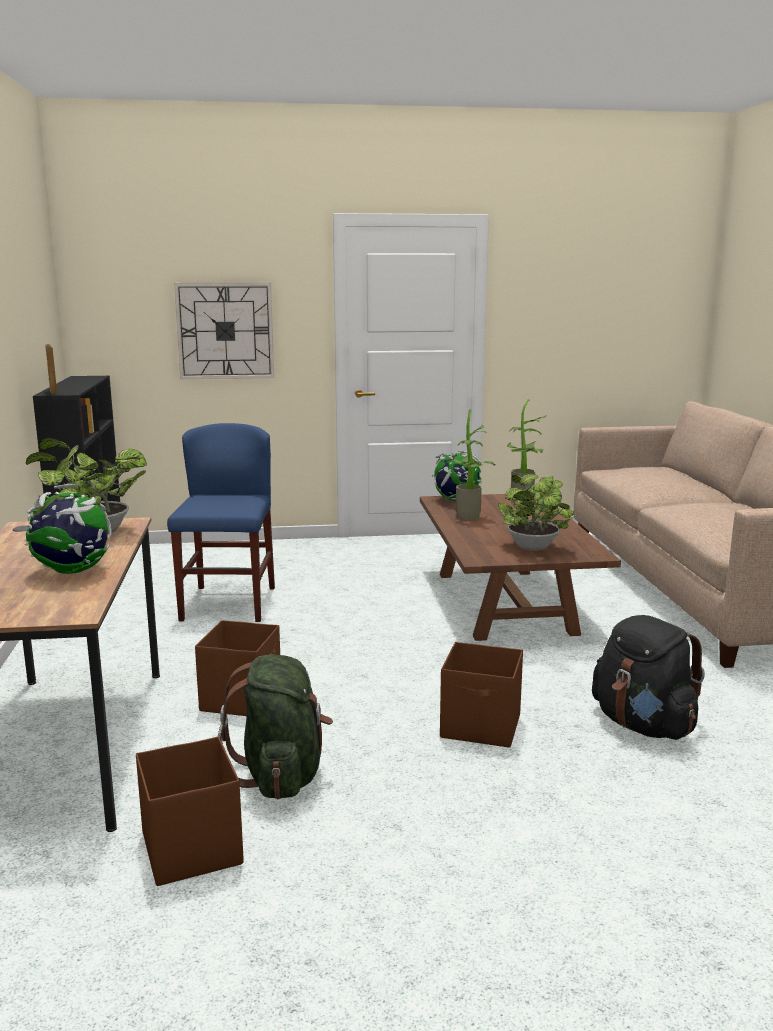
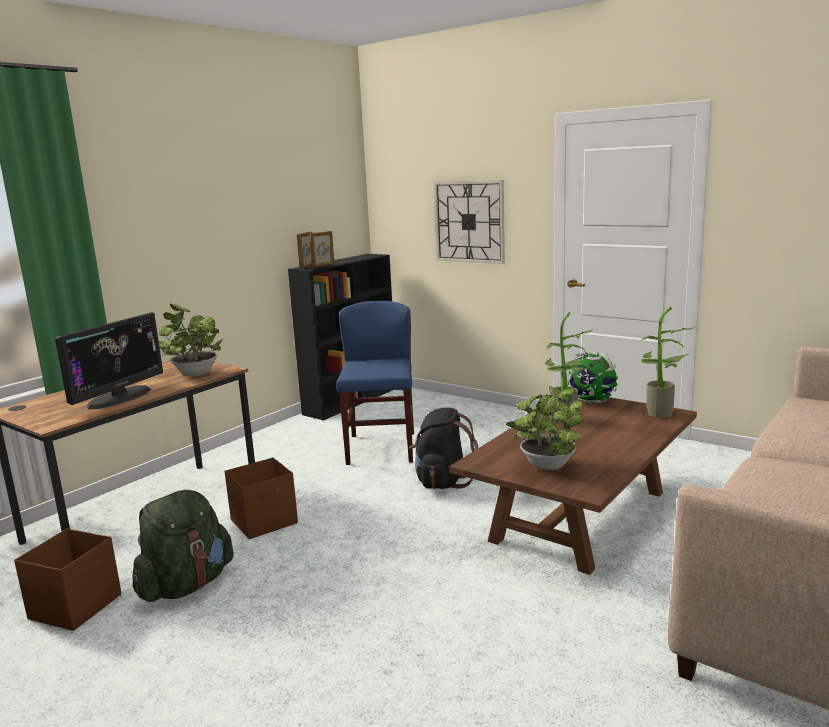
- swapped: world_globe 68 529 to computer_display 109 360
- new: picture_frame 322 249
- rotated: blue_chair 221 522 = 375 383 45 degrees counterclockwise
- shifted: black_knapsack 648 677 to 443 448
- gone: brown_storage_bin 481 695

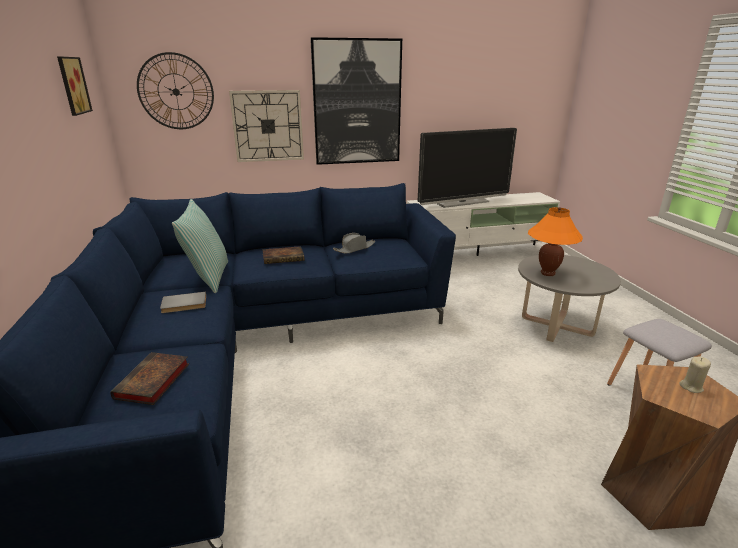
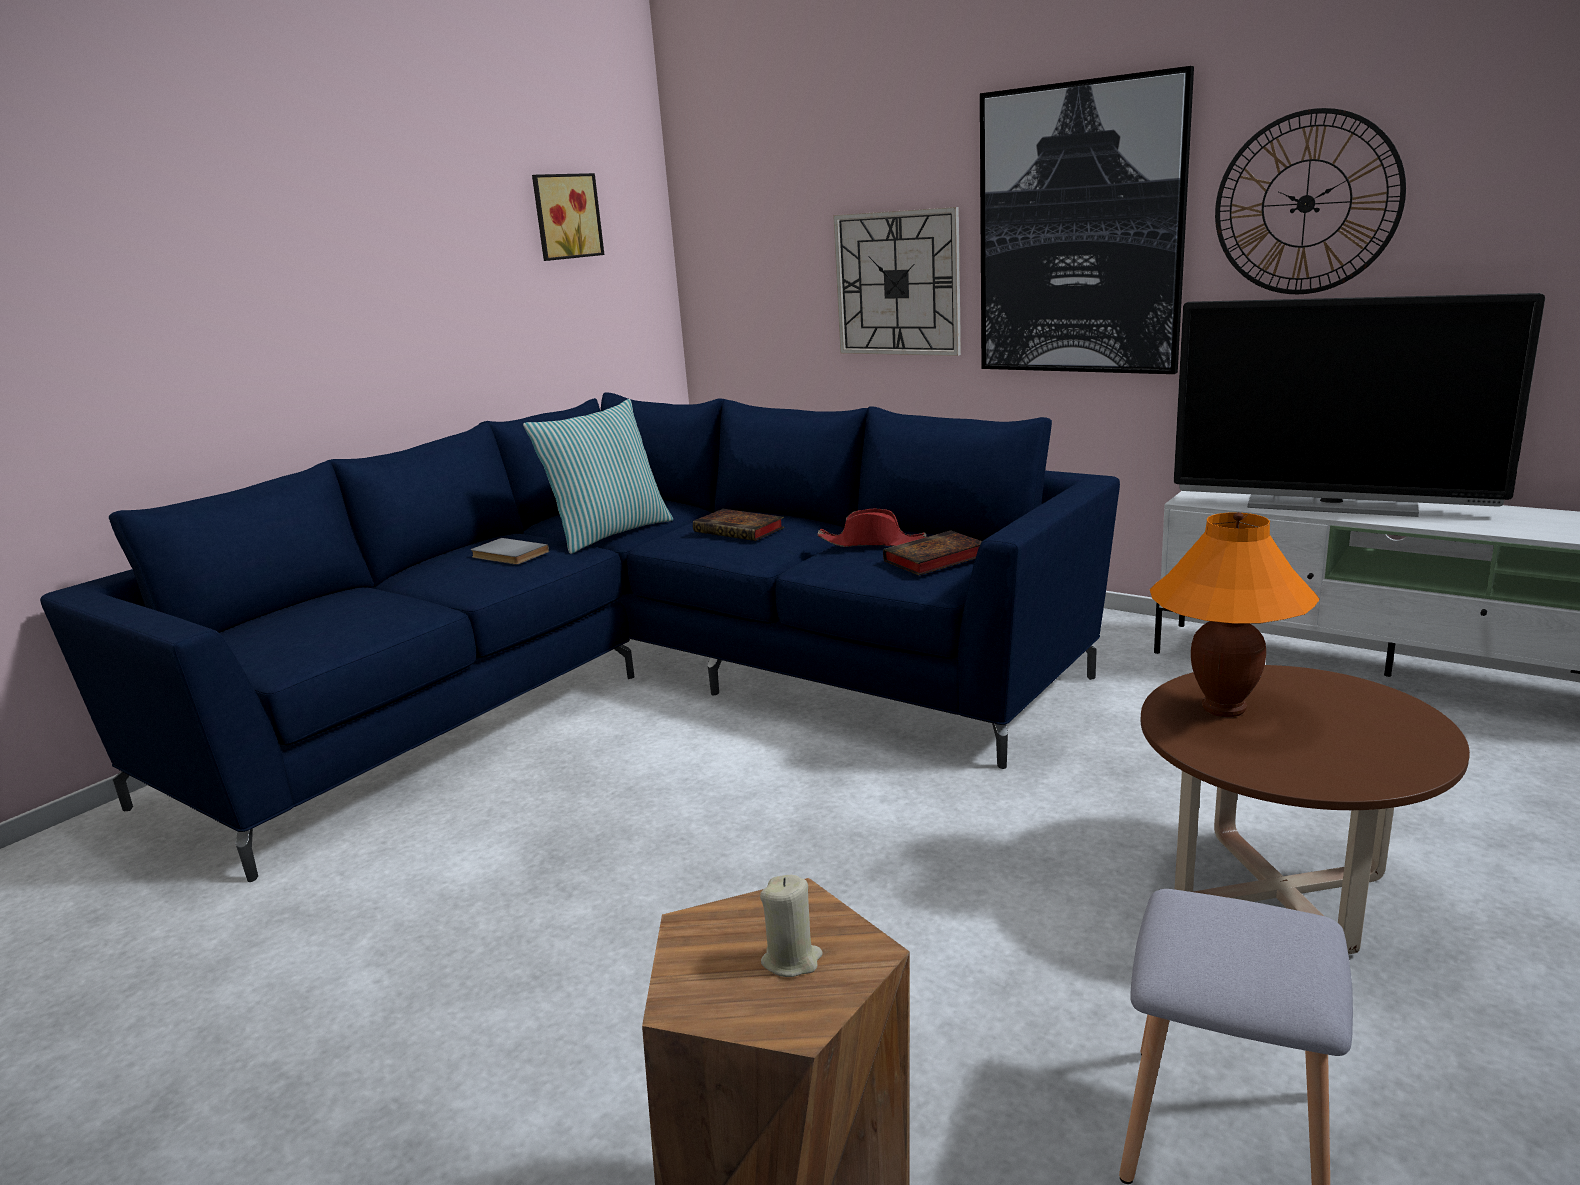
- repainted: greyish_hat 354 243 to red-coloured_hat 872 528
- shifted: book 149 378 to 932 552
- repainted: greyish_coffee_table 569 298 to brown_coffee_table 1305 810
- shifted: clock_on_the_wall 175 90 to 1310 201

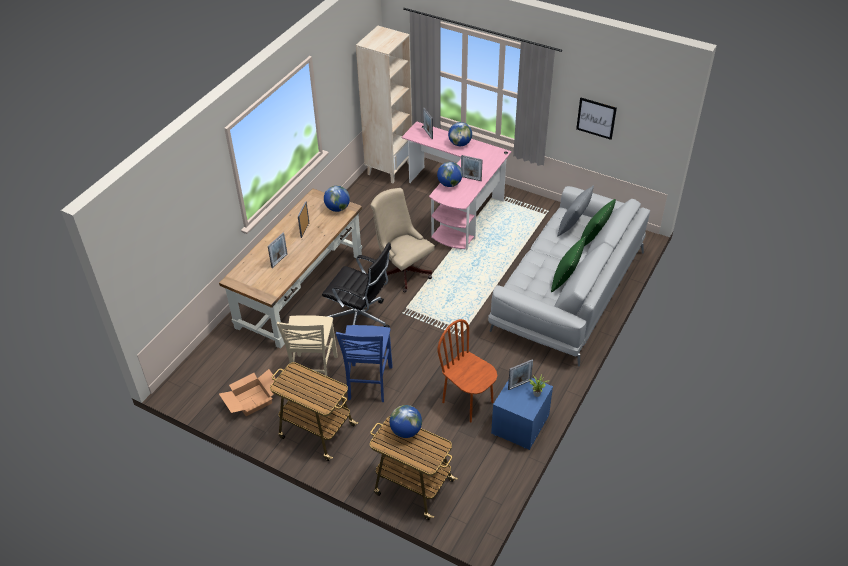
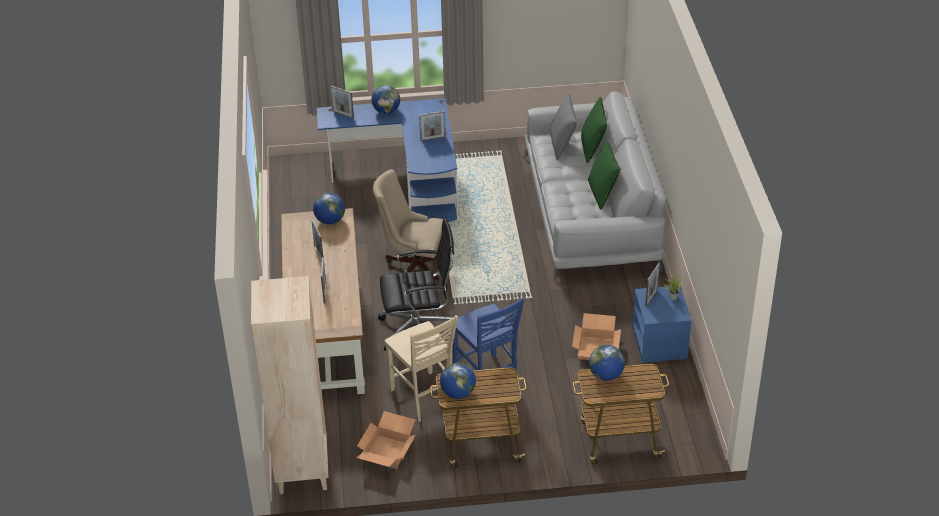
- shifted: beige-coloured_bookshelf 384 104 to 289 385
- repainted: pink_desk_table 457 185 to blue_desk_table 387 160
- shifted: world_globe 449 174 to 458 381
- swapped: brown_chair 467 371 to cardboard_box 596 336
- gone: picture 596 119

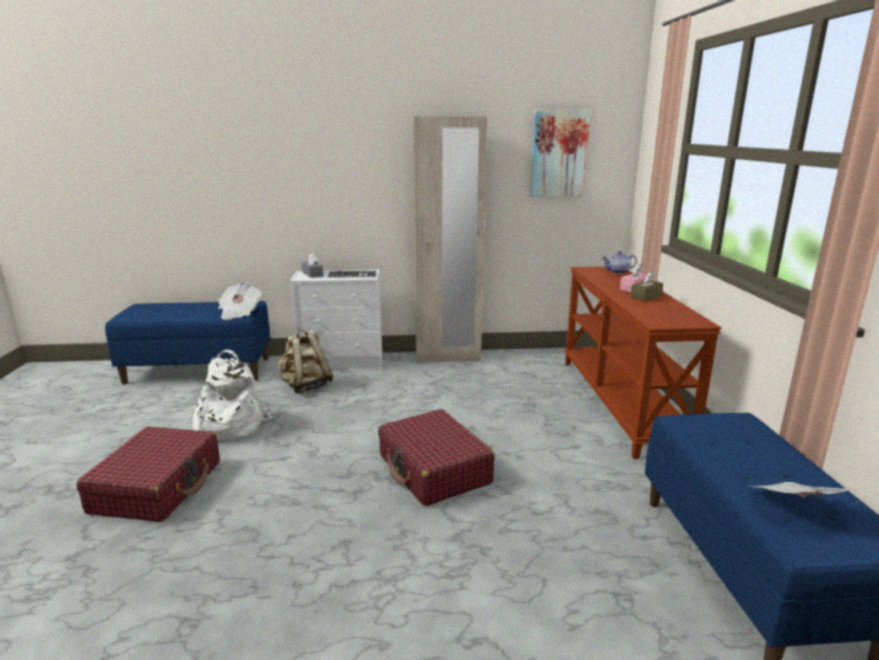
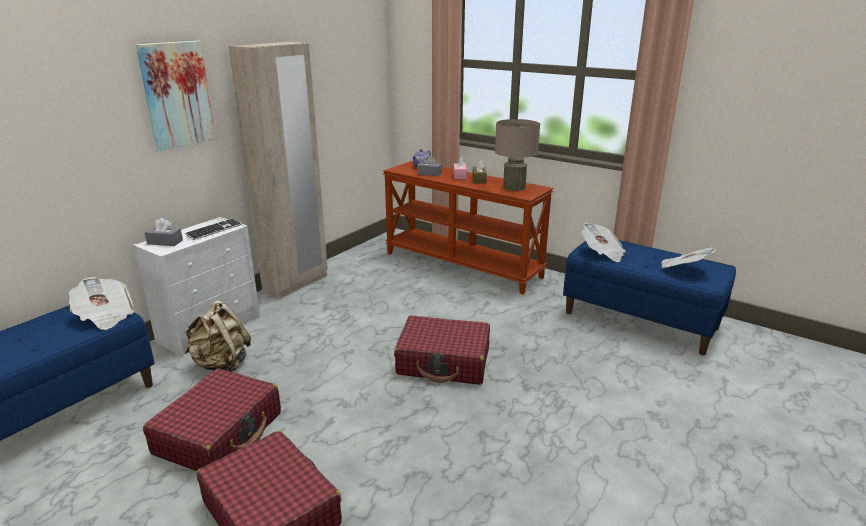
- shifted: picture 560 153 to 176 96
- swapped: whitish_knapsack 232 395 to red-coloured_piece_of_luggage 212 420
- new: greyish_box_of_tissues 429 165
- new: beige-coloured_lamp_for_a_table 517 155
- new: daily_paper 603 242

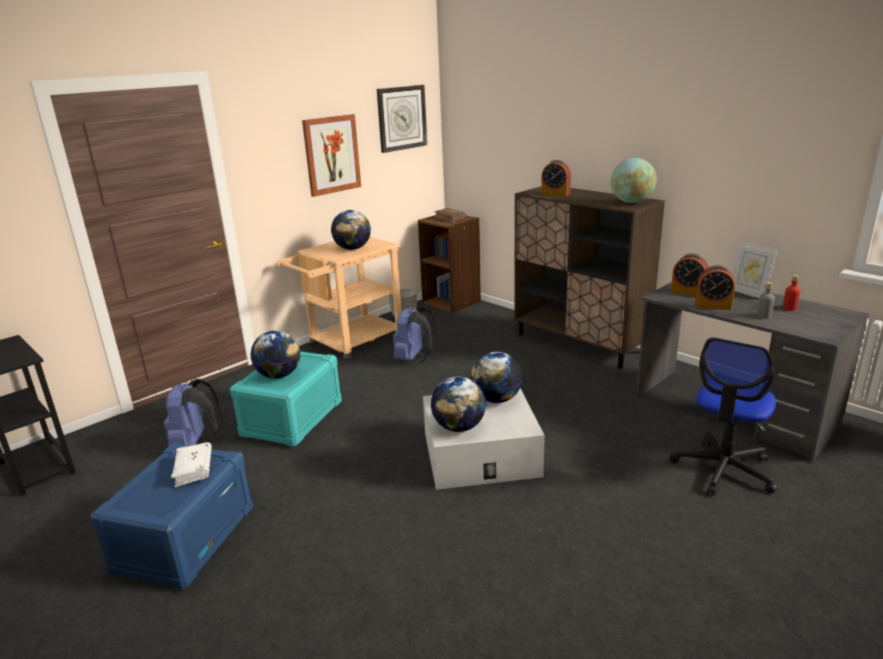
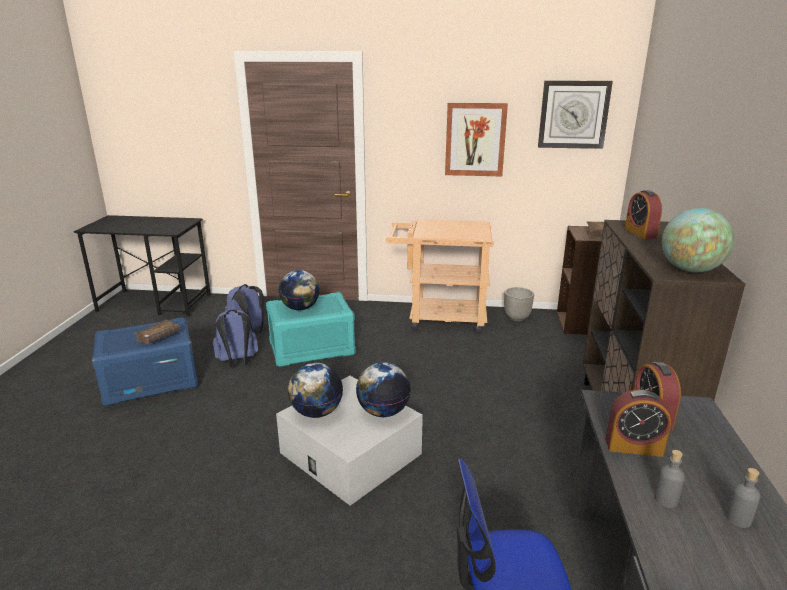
- repainted: whitish_book 191 465 to brown_book 156 332
- shifted: blue_knapsack 414 334 to 235 338
- rotated: table_clock 715 287 = 638 423 60 degrees counterclockwise
- repainted: red-coloured_beverage_bottle 791 293 to greyish_beverage_bottle 743 498
- gone: world_globe 351 230
- gone: picture_frame 754 270

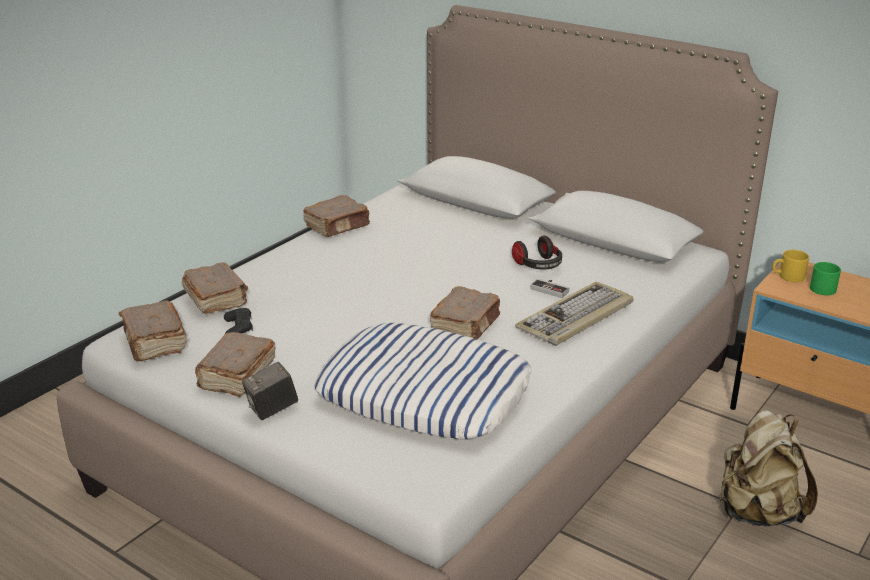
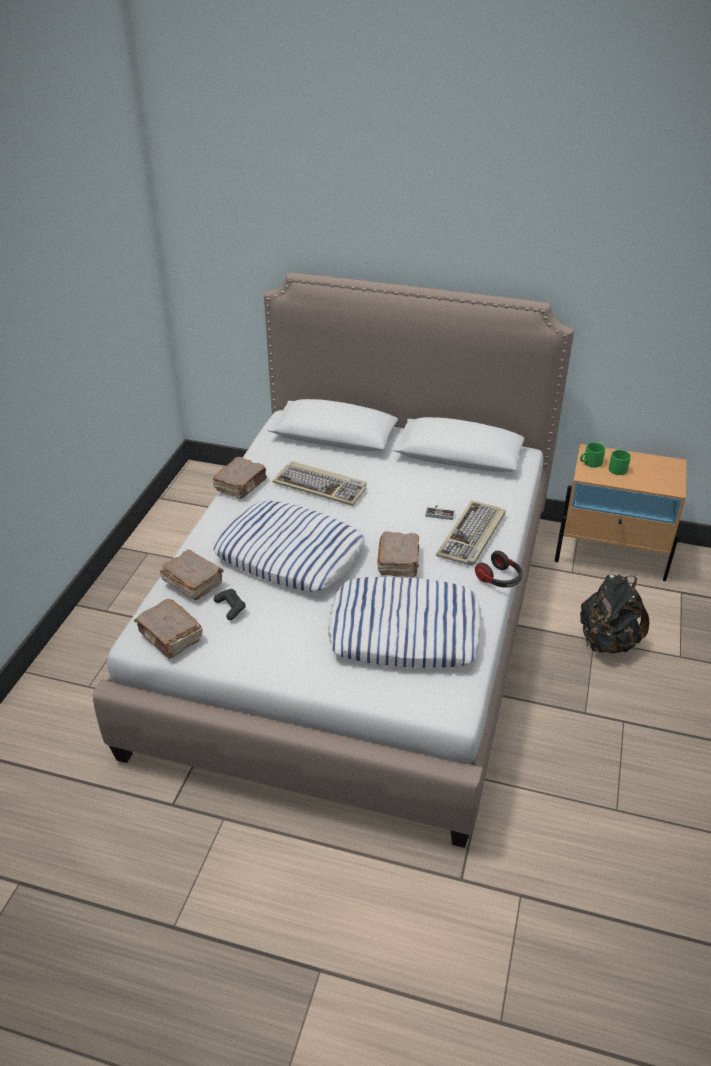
- new: pillow 289 546
- new: keyboard 320 483
- shifted: headphones 537 252 to 499 569
- repainted: yellow-coloured_mug 790 266 to green-coloured_mug 592 455
- repainted: beige-coloured_knapsack 768 468 to black_knapsack 614 613
- gone: brown_book 235 364
- gone: photo_camera 270 391

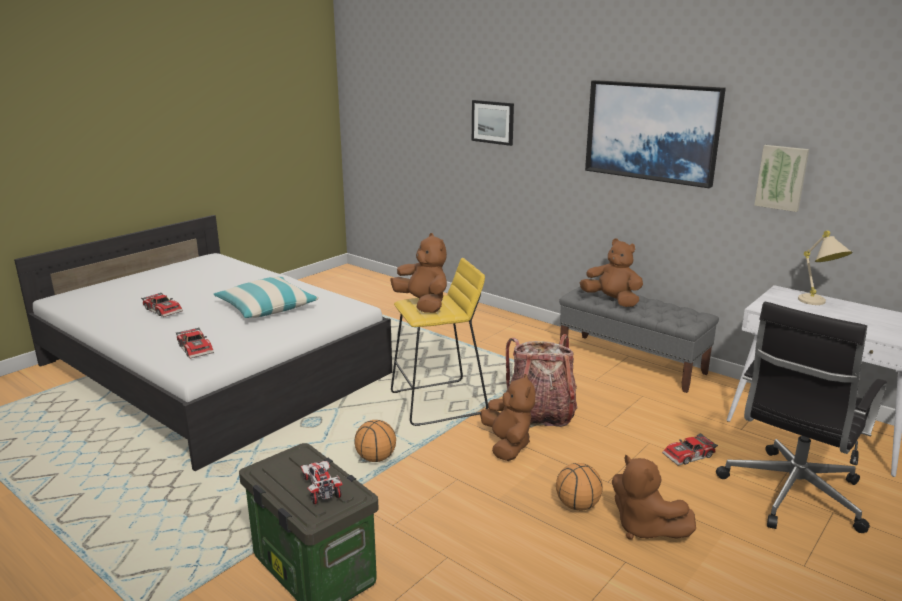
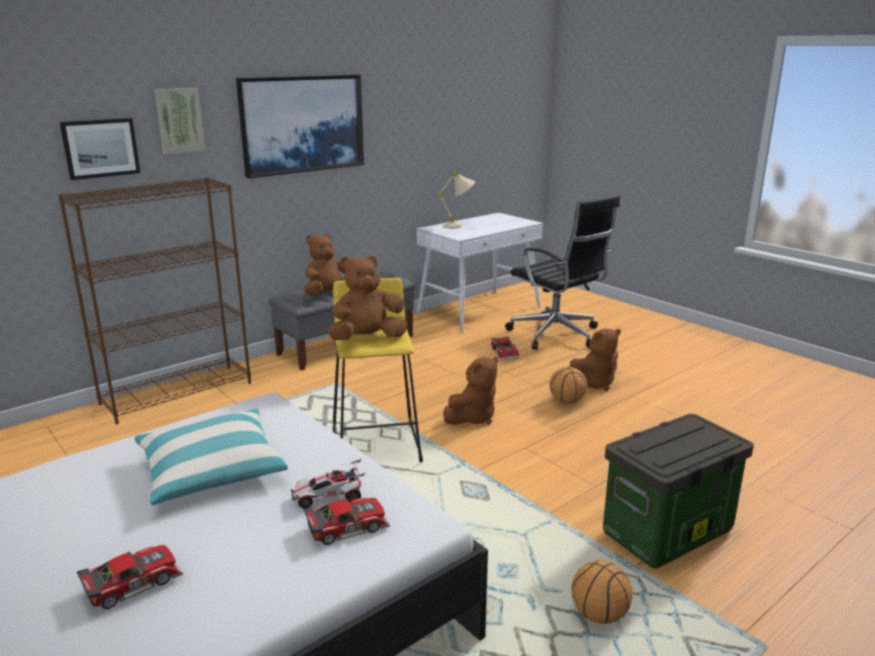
- new: brown_bookshelf 154 300
- shifted: picture 781 178 to 179 121
- shifted: model_car 321 482 to 328 483
- rotated: brown_soft_toy 508 417 = 471 390 135 degrees clockwise
- shifted: ball_for_basketball 375 441 to 602 592
- gone: knapsack 542 381

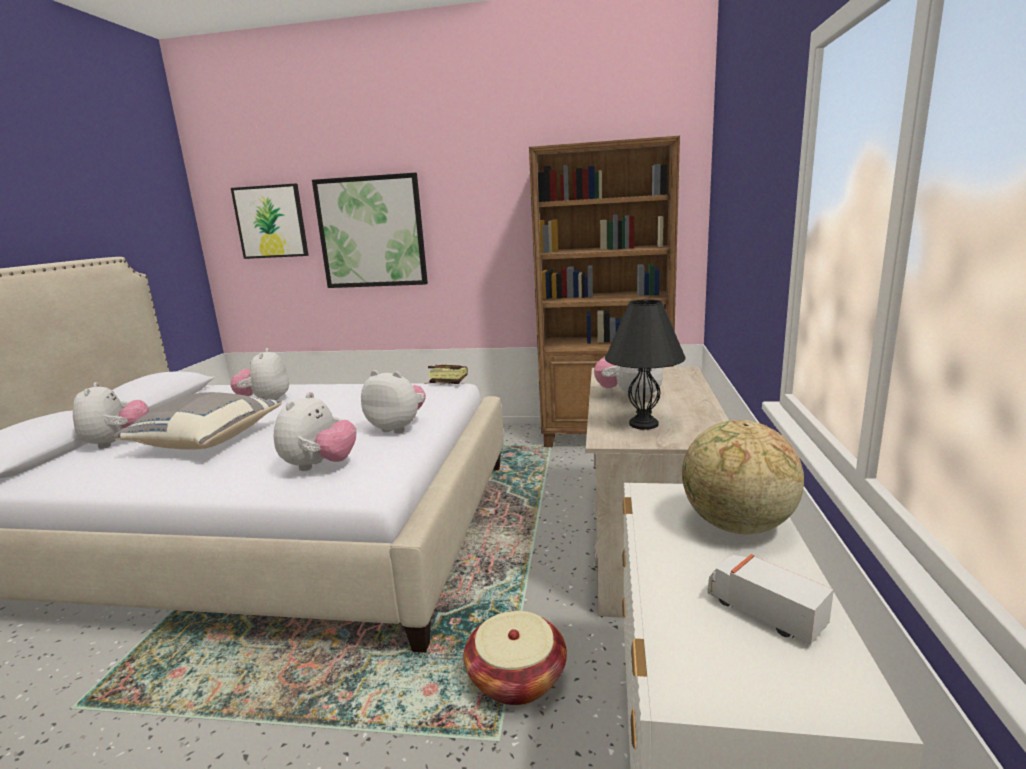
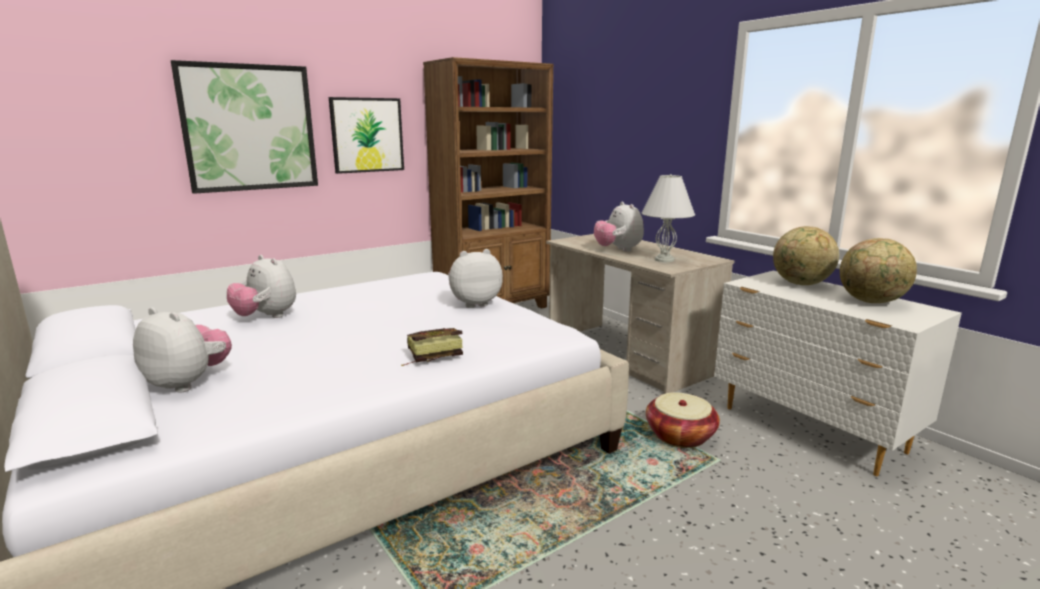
- shifted: picture 270 221 to 366 135
- shifted: book 446 374 to 432 347
- repainted: black_lamp_for_a_table 645 364 to whitish_lamp_for_a_table 668 218
- swapped: model_truck 770 599 to world_globe 878 270
- gone: greyish_pillow 197 421
- gone: soft_toy 315 431

